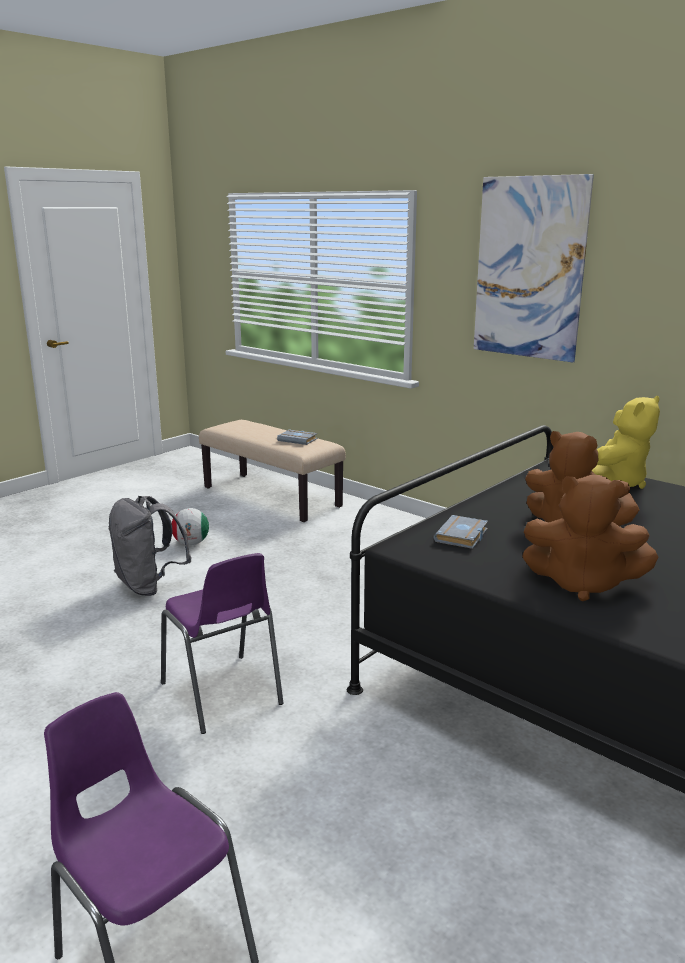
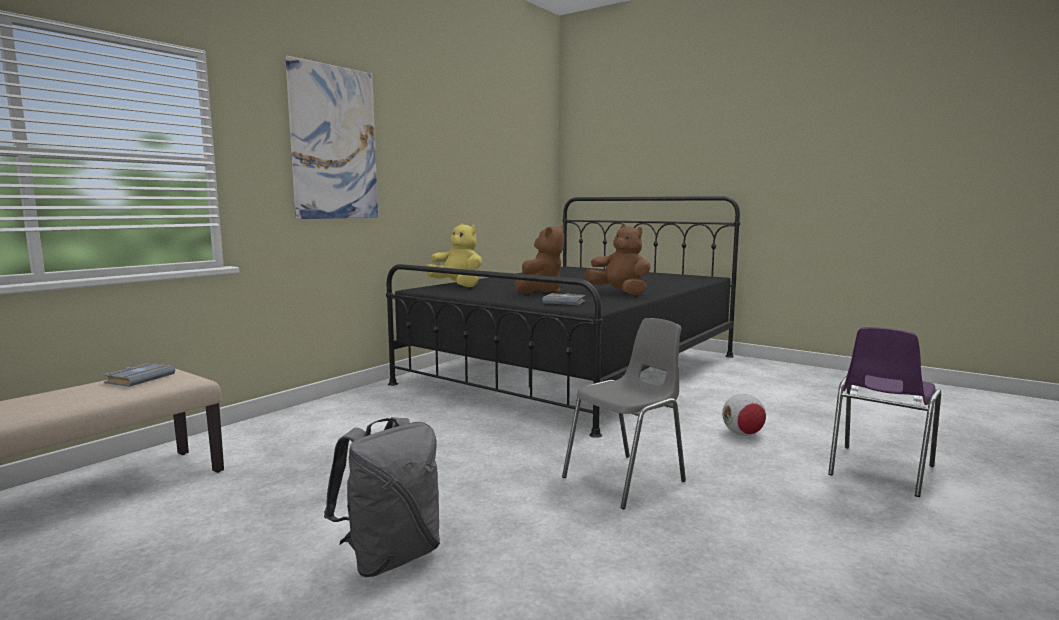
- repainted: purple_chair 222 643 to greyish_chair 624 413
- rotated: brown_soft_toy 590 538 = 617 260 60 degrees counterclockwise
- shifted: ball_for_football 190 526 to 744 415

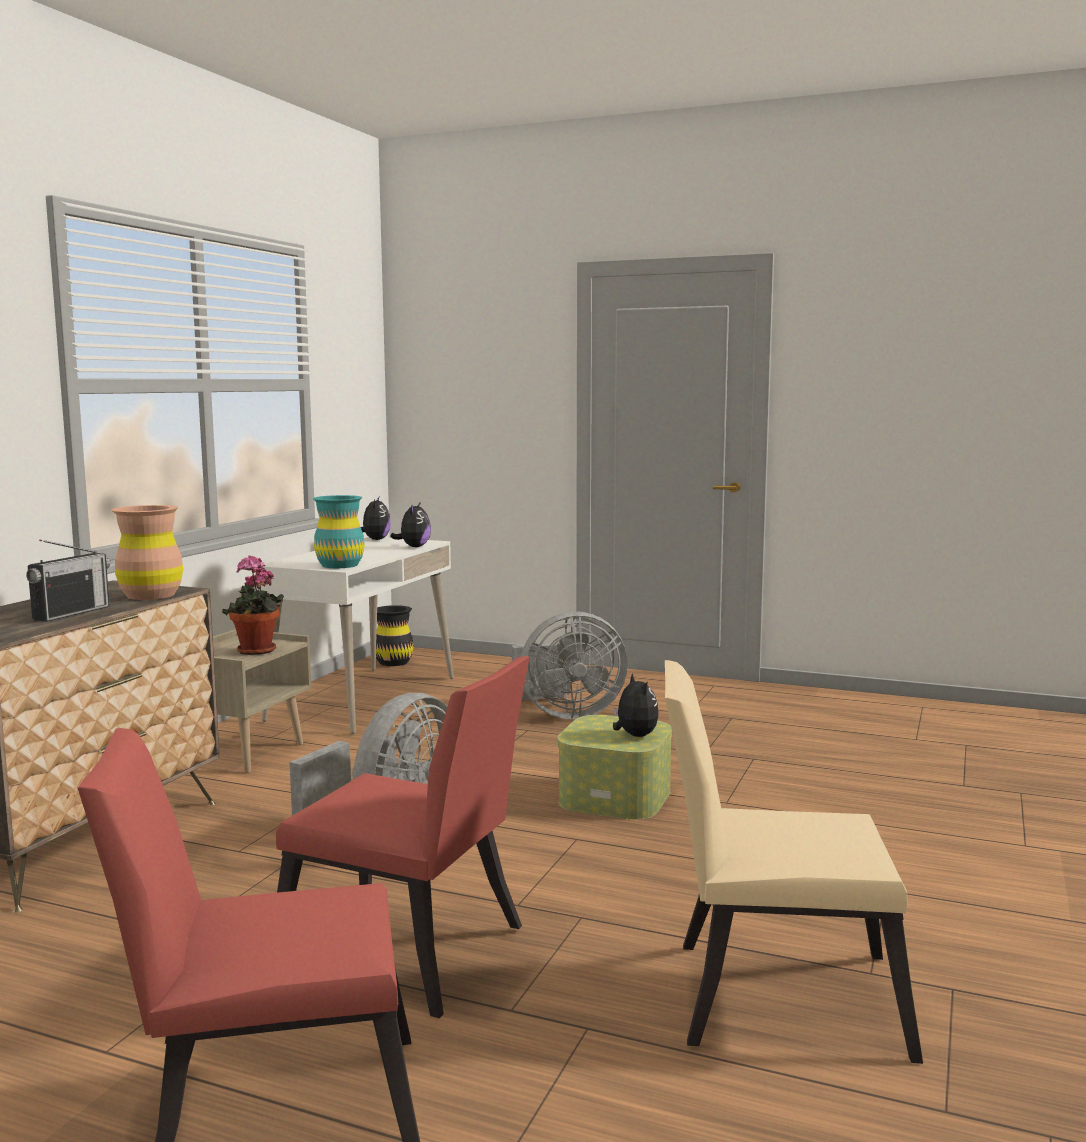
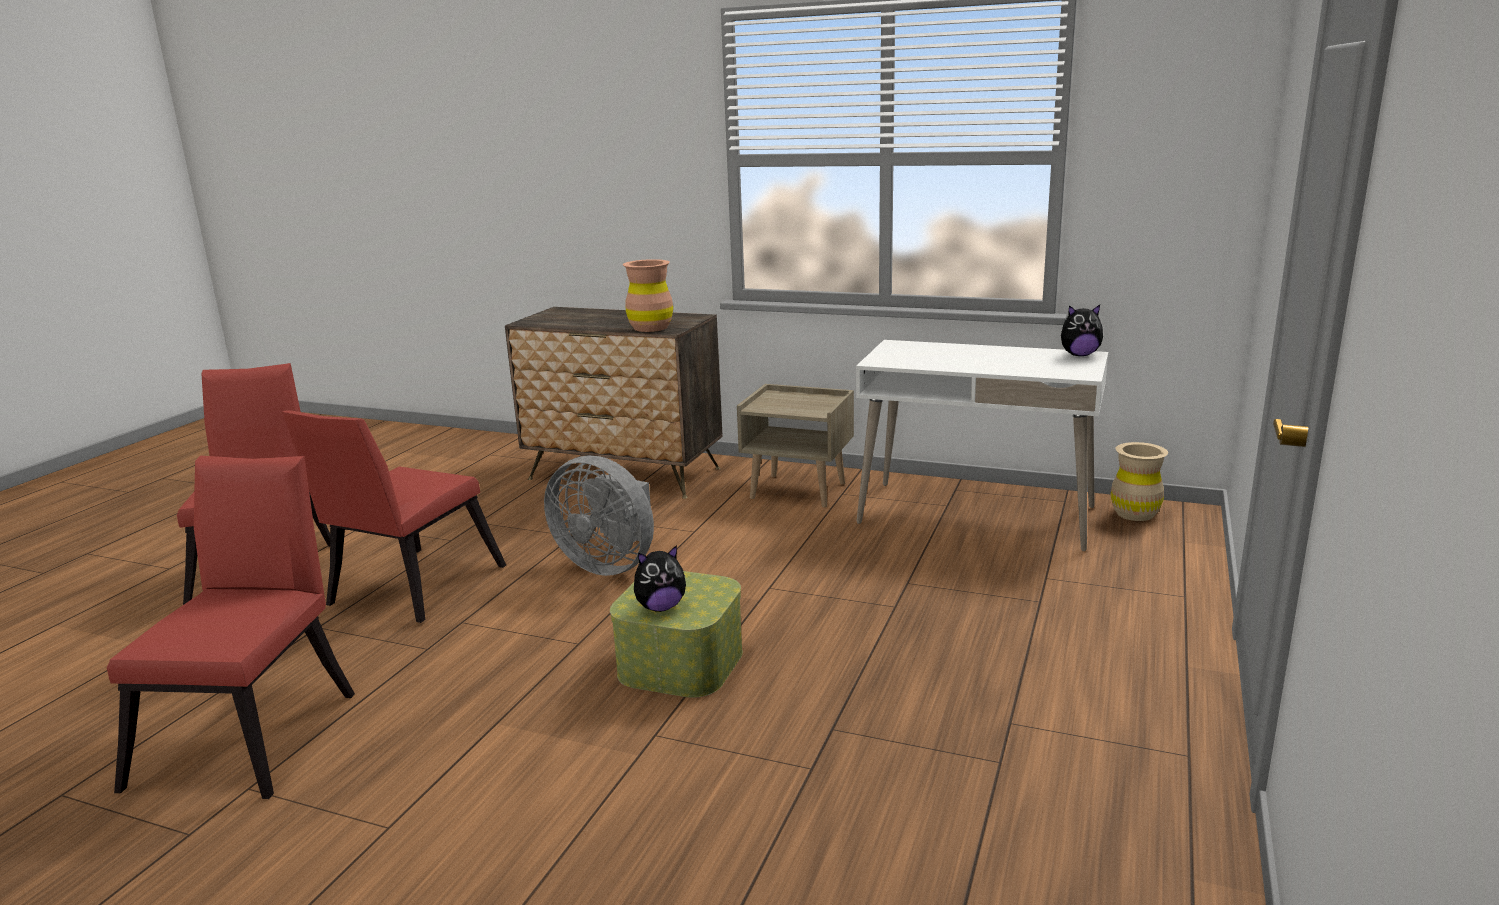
- repainted: beige-coloured_chair 794 862 to red-coloured_chair 231 627
- repainted: black_decorative_vase 395 635 to beige-coloured_decorative_vase 1139 481
- gone: radio_set 68 581
- gone: potted_plant 253 605
- gone: turquoise_decorative_vase 339 531
- gone: soft_toy 410 524
- gone: greyish_fan 570 665

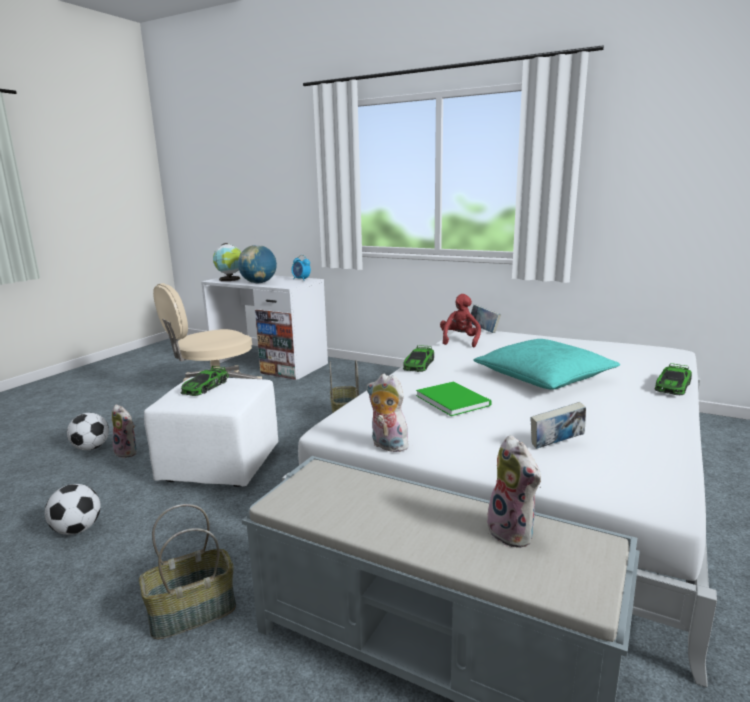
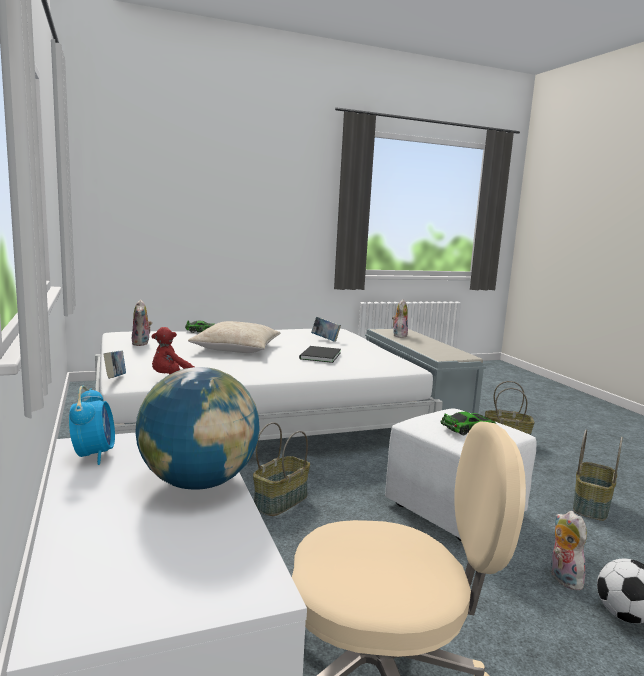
- shifted: soft_toy 388 413 to 142 322
- repainted: turquoise_pillow 546 364 to beige-coloured_pillow 234 337
- repainted: green-coloured_book 454 399 to black_book 320 354
- swapped: ball_for_football 73 509 to storage_basket 598 475
- gone: world_globe 227 262
- gone: model_car 418 358

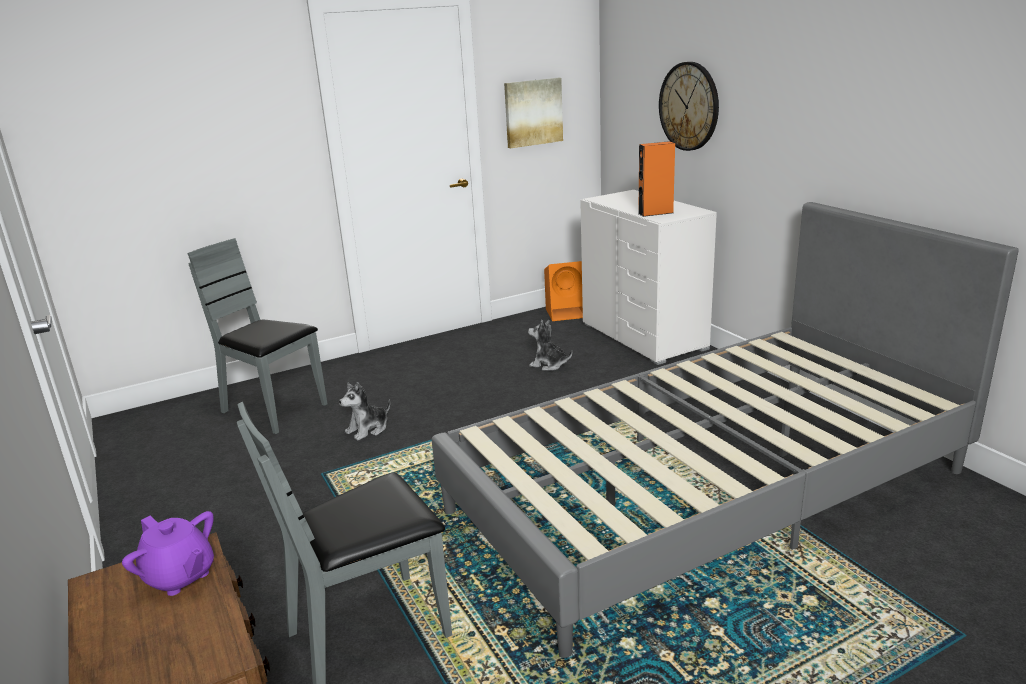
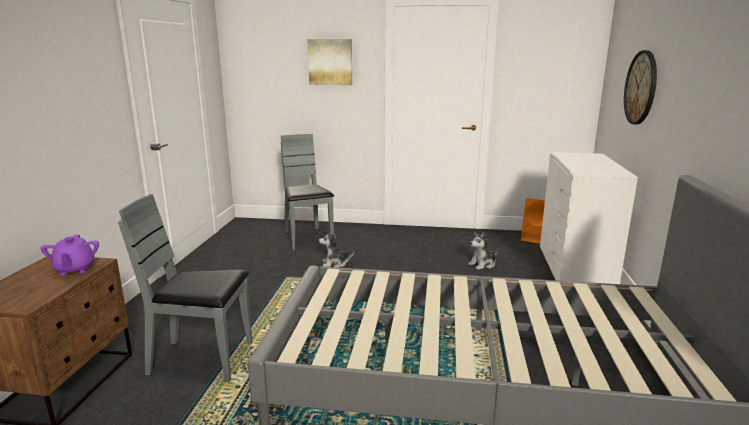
- shifted: picture 533 113 to 329 62
- rotated: soft_toy 550 345 = 483 251 90 degrees counterclockwise
- gone: orange-coloured_speaker 656 179

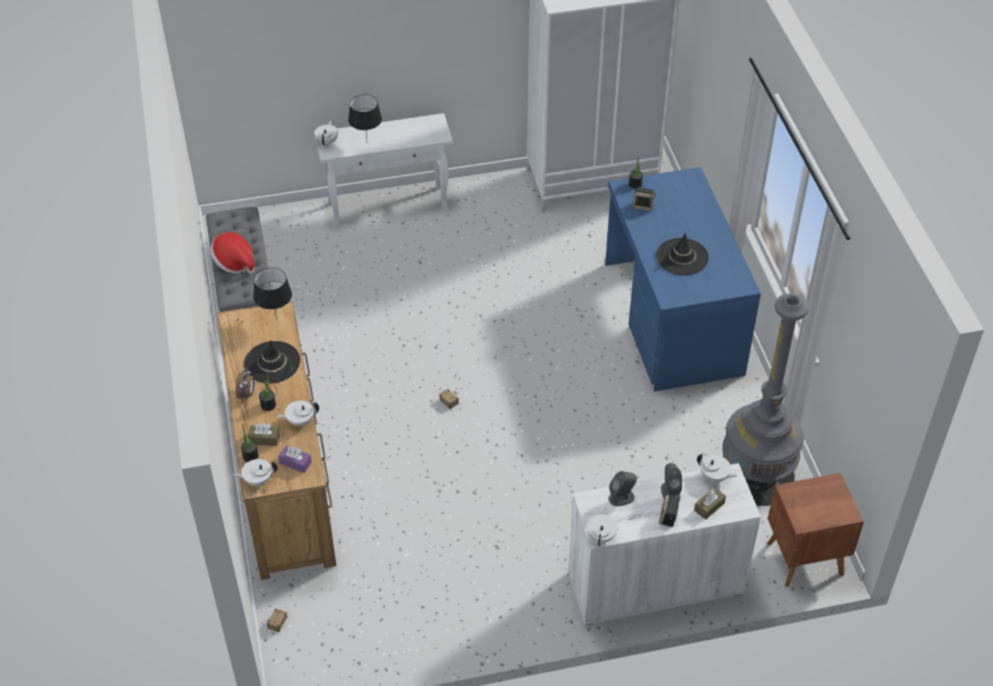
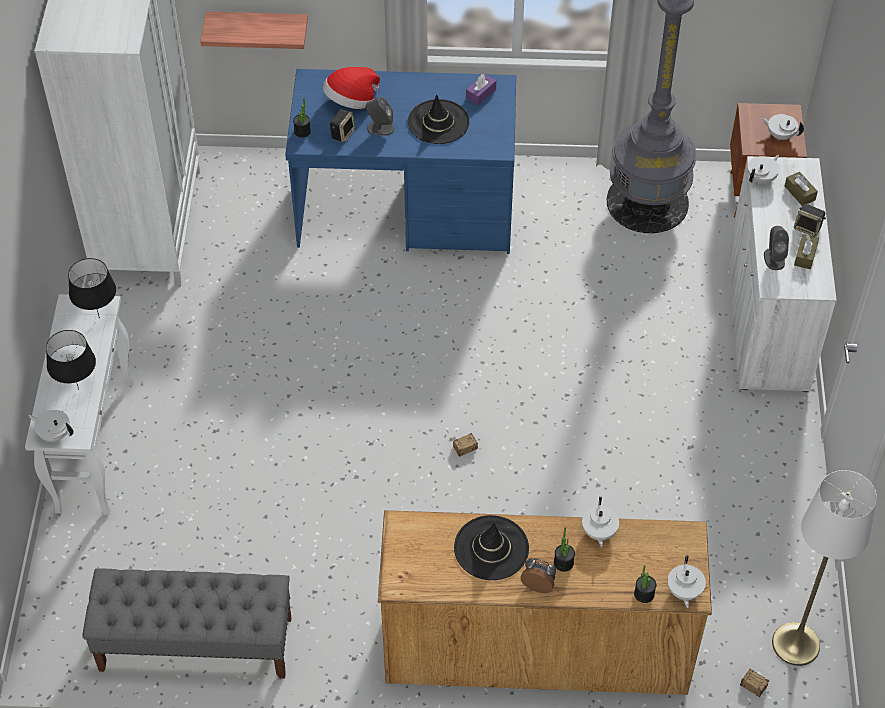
- shifted: black_lamp_for_a_table 272 293 to 92 288
- new: shelf 254 30
- shifted: hat 232 253 to 351 88
- shifted: greyish_speaker 671 480 to 379 116
- shifted: purple_box_of_tissues 295 459 to 481 89
- shifted: whitish_tea_pot 602 527 to 782 127
- new: whitish_standing_lamp 824 568
- shifted: brown_box_of_tissues 264 434 to 806 251

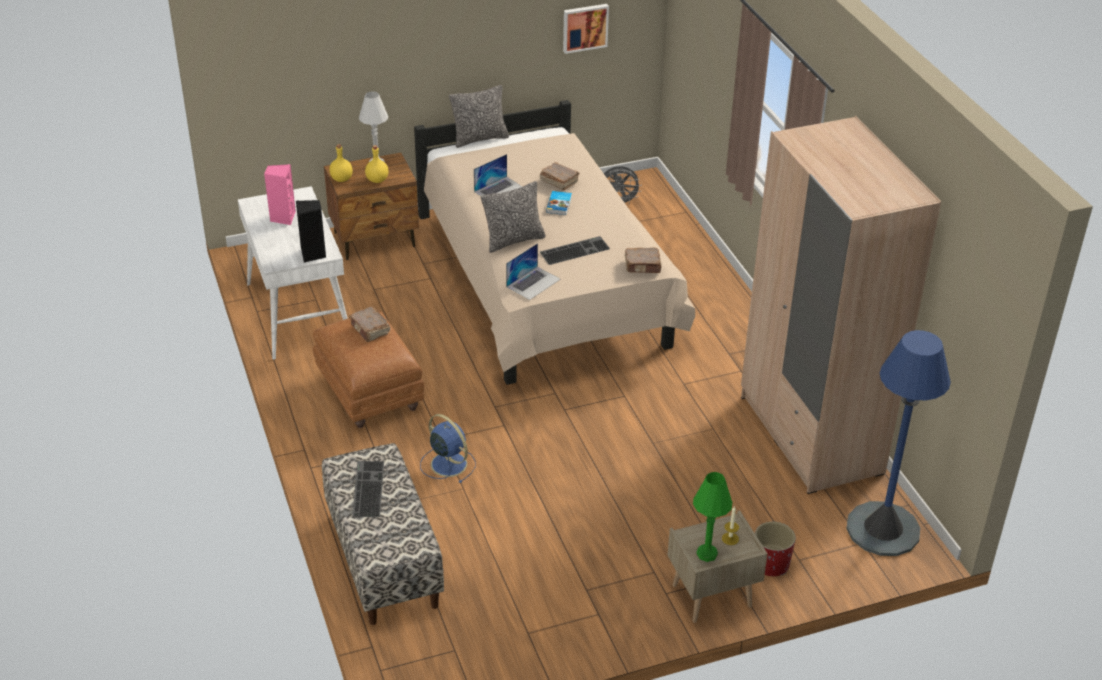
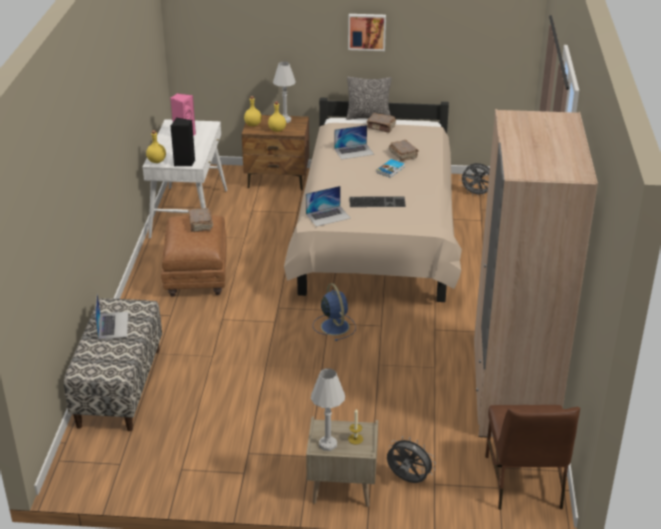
- swapped: keyboard 368 489 to portable_computer 111 316
- new: yellow-coloured_beverage_bottle 156 146
- repainted: green-coloured_lamp_for_a_table 712 517 to whitish_lamp_for_a_table 328 409
- shifted: blue_fan 448 448 to 334 312
- shifted: picture 586 29 to 367 32
- shifted: brown_book 643 260 to 381 123
- swapped: red-coloured_flower_pot 775 549 to greyish_fan 411 459
- swapped: blue_standing_lamp 898 443 to brown_chair 532 457
- gone: pillow 513 217

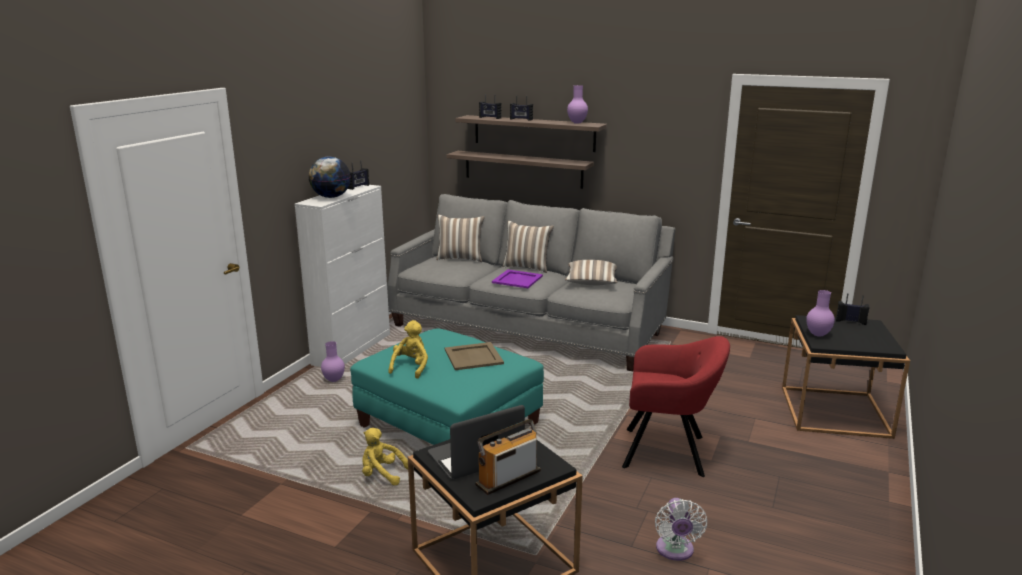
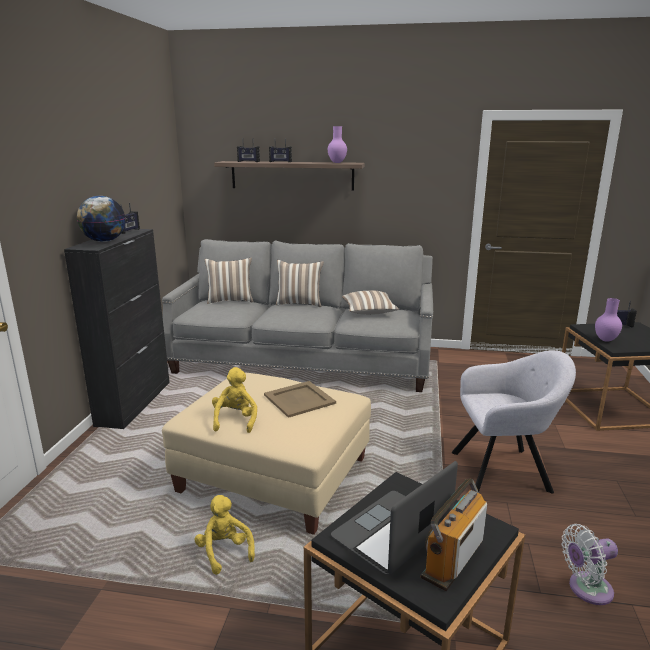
- repainted: whitish_cabinet 342 276 to black_cabinet 117 329
- repainted: turquoise_footrest 447 386 to beige-coloured_footrest 266 453
- rotated: yellow-coloured_soft_toy 385 456 = 224 535 60 degrees clockwise
- repainted: red-coloured_armchair 676 406 to greyish_armchair 514 421
- rotated: whitish_fan 681 529 = 589 564 90 degrees clockwise
- gone: purple_decorative_vase 333 361
- gone: shelf 520 170
- gone: purple_tray 517 279

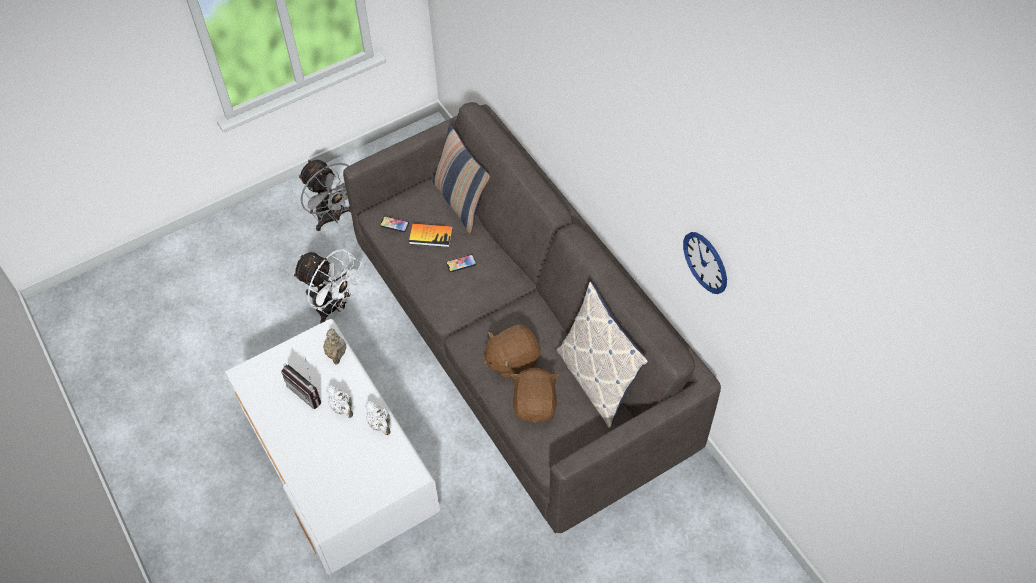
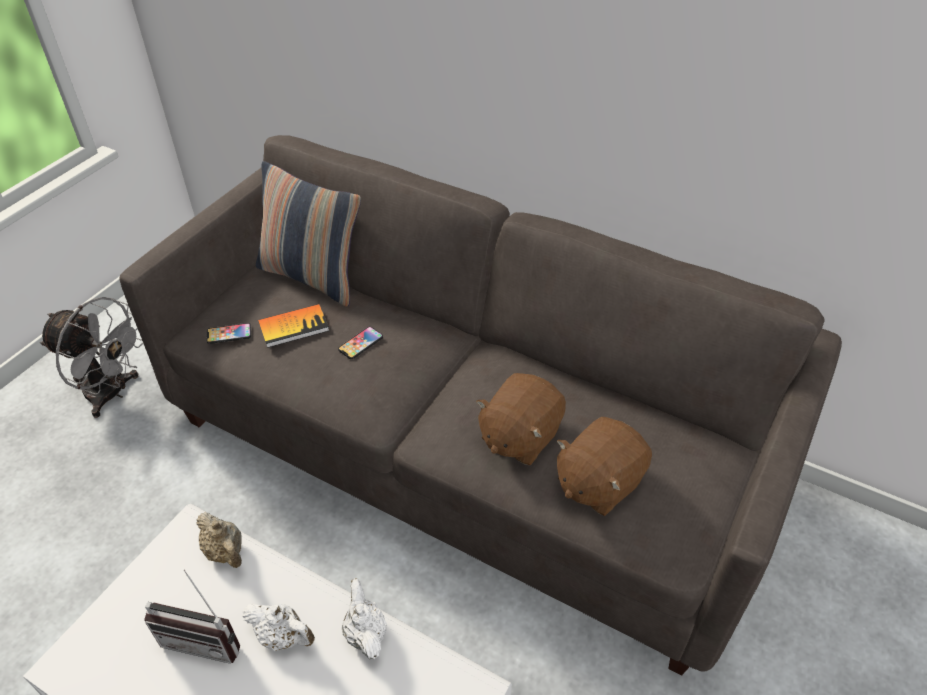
- rotated: whitish_tea_pot 378 418 = 364 619 135 degrees counterclockwise
- rotated: brown_soft_toy 534 395 = 604 466 105 degrees counterclockwise
- gone: whitish_fan 327 286
- gone: pillow 602 355
- gone: clock_on_the_wall 705 263

